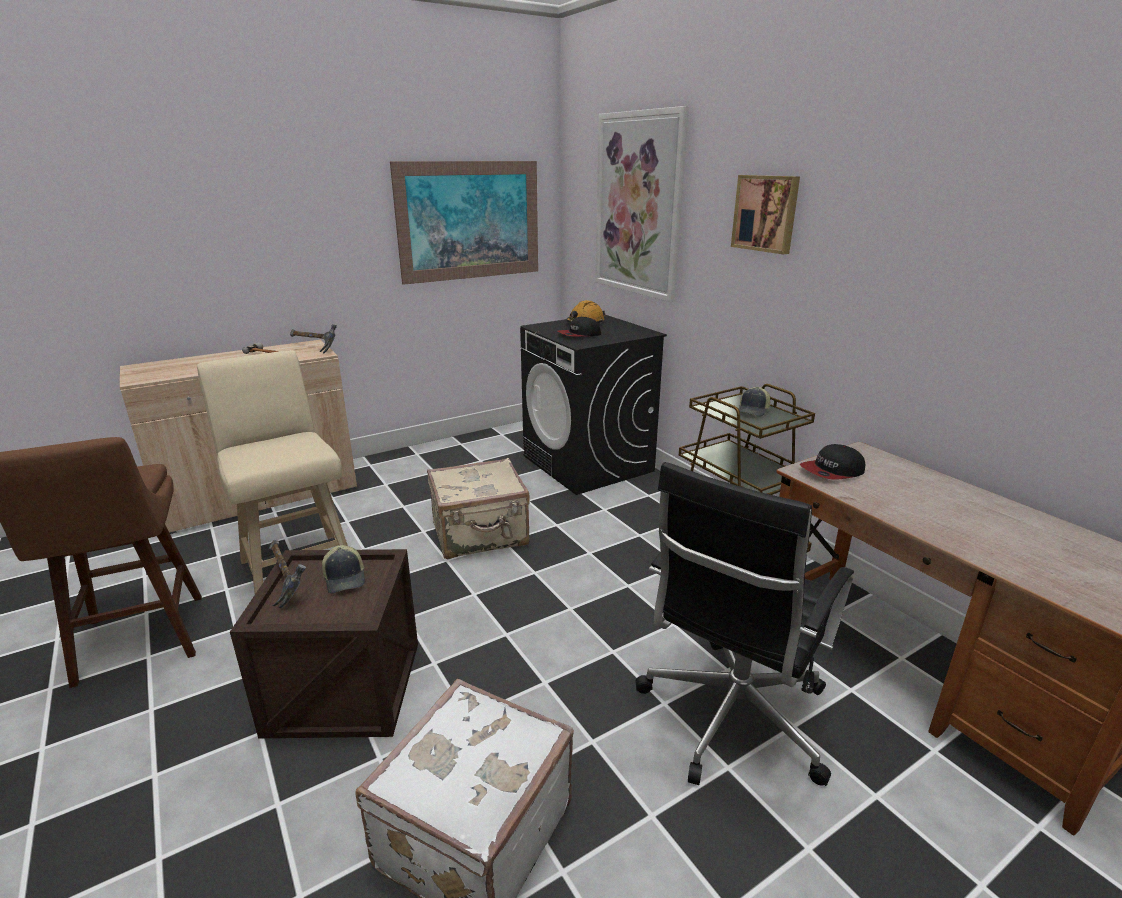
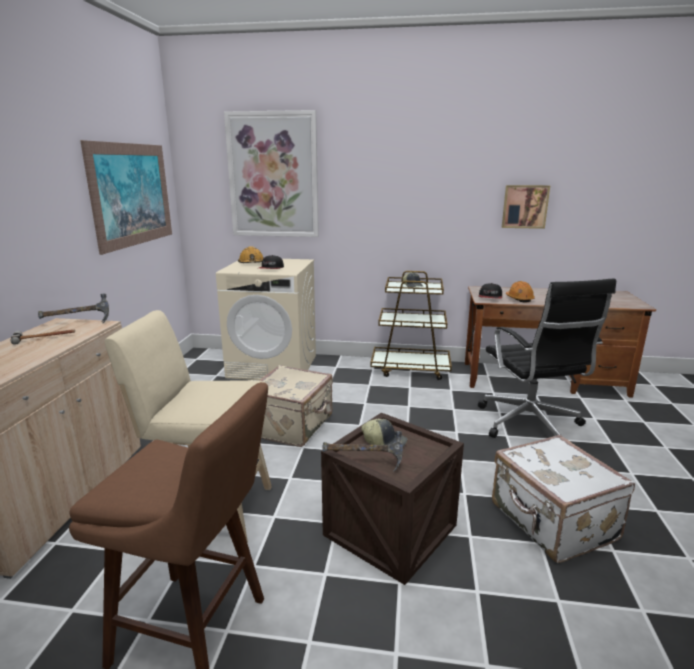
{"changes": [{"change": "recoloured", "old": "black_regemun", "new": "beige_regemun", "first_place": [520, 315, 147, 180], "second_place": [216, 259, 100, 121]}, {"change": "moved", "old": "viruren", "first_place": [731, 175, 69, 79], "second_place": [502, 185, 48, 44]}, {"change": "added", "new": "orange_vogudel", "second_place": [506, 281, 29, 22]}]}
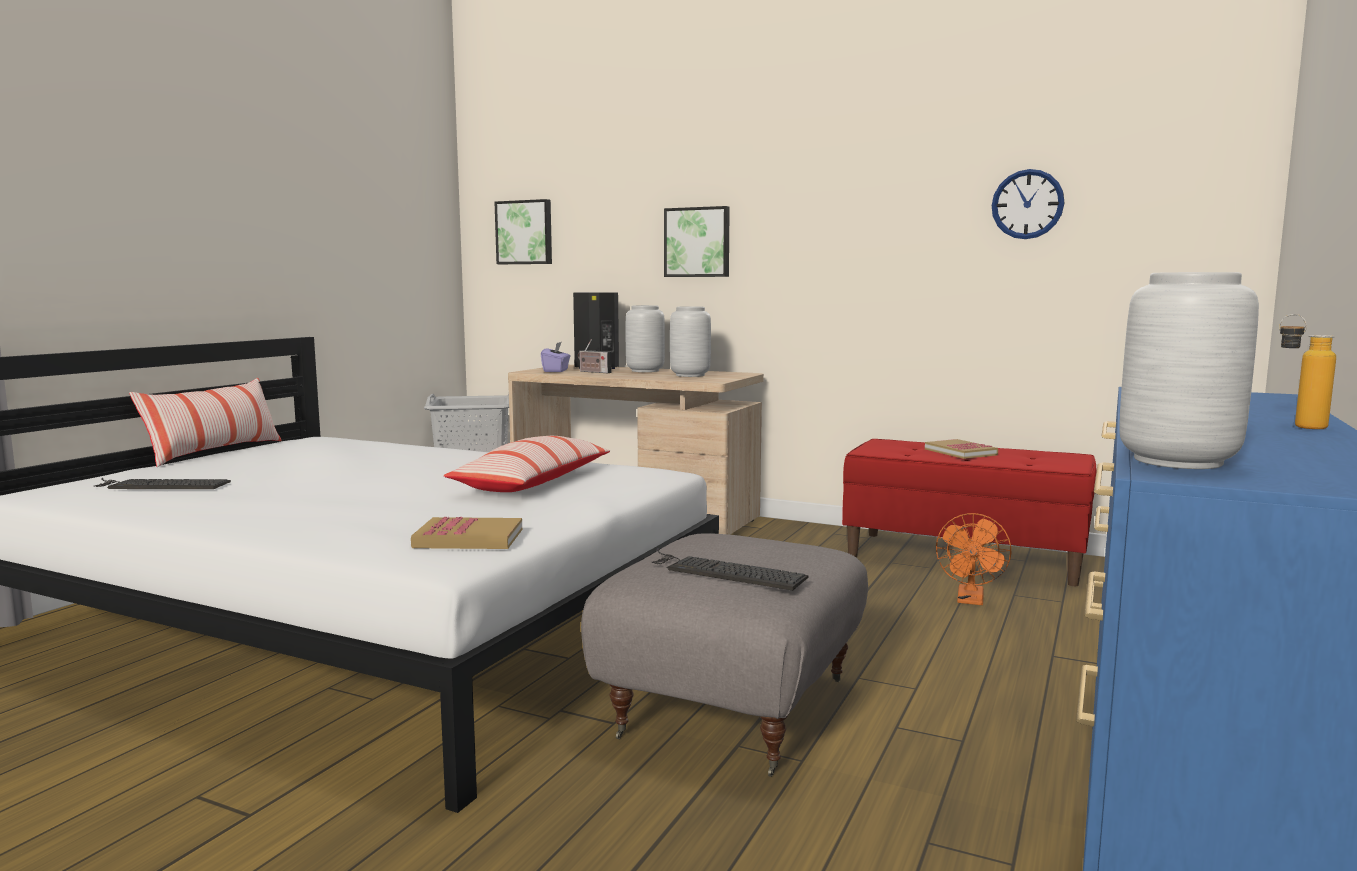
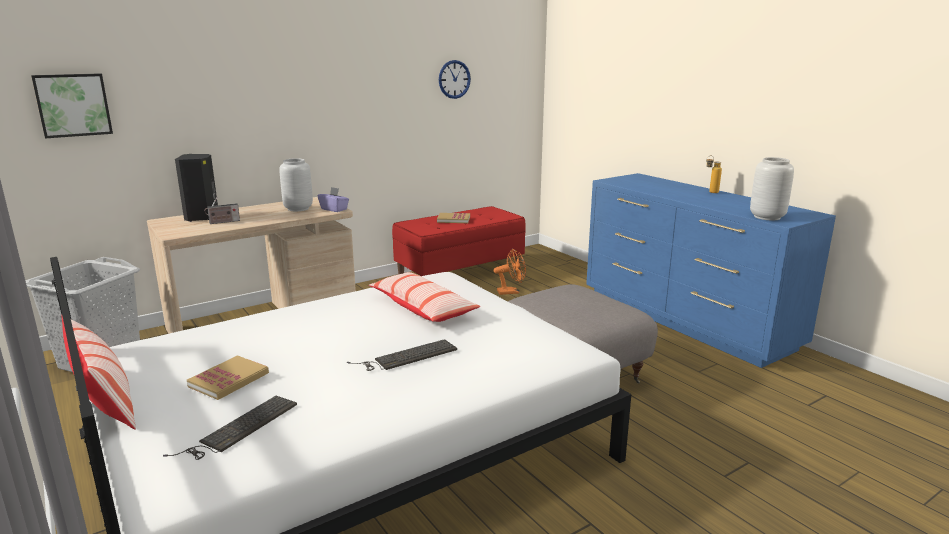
{"changes": [{"change": "moved", "old": "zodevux", "first_place": [411, 517, 111, 32], "second_place": [187, 355, 82, 45]}, {"change": "moved", "old": "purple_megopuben", "first_place": [541, 342, 29, 30], "second_place": [318, 187, 31, 25]}, {"change": "removed", "old": "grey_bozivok", "first_place": [626, 305, 39, 67]}, {"change": "moved", "old": "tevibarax", "first_place": [651, 548, 157, 43], "second_place": [347, 339, 110, 32]}, {"change": "removed", "old": "viruren", "first_place": [664, 206, 66, 71]}, {"change": "turned", "old": "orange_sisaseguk", "first_place": [936, 513, 76, 92], "second_place": [494, 249, 32, 46], "degrees": -60}]}
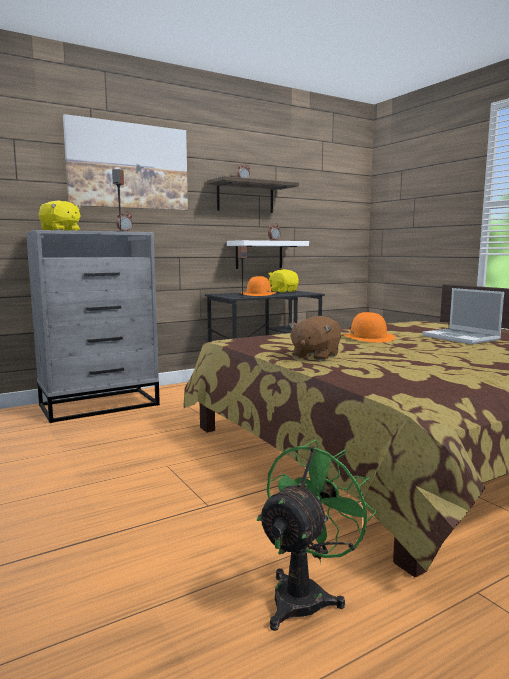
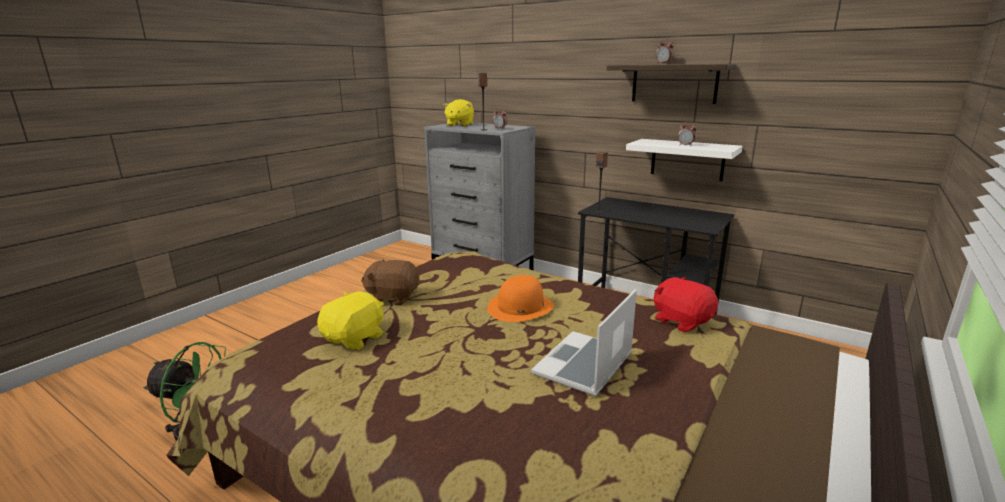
{"changes": [{"change": "removed", "old": "viruren", "first_place": [63, 114, 125, 97]}, {"change": "removed", "old": "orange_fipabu", "first_place": [241, 276, 36, 20]}, {"change": "moved", "old": "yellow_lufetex", "first_place": [268, 269, 31, 24], "second_place": [317, 291, 67, 59]}, {"change": "added", "new": "red_lufetex", "second_place": [653, 277, 65, 55]}]}
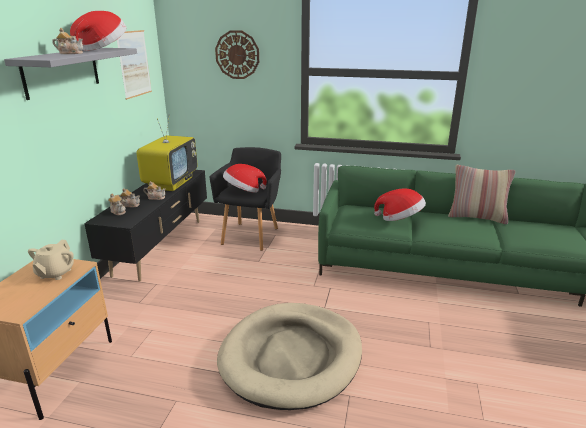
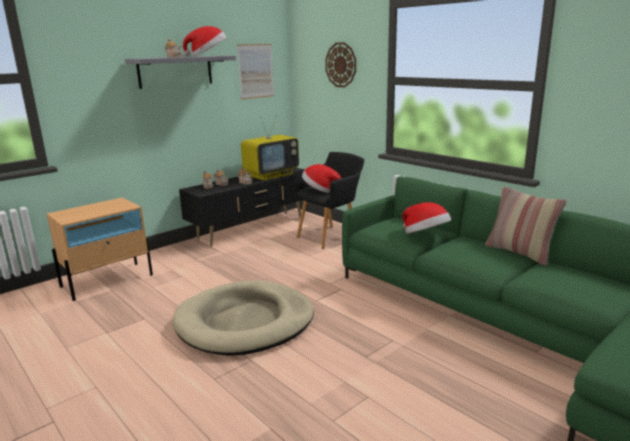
{"changes": [{"change": "removed", "old": "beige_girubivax", "first_place": [28, 240, 46, 40]}]}
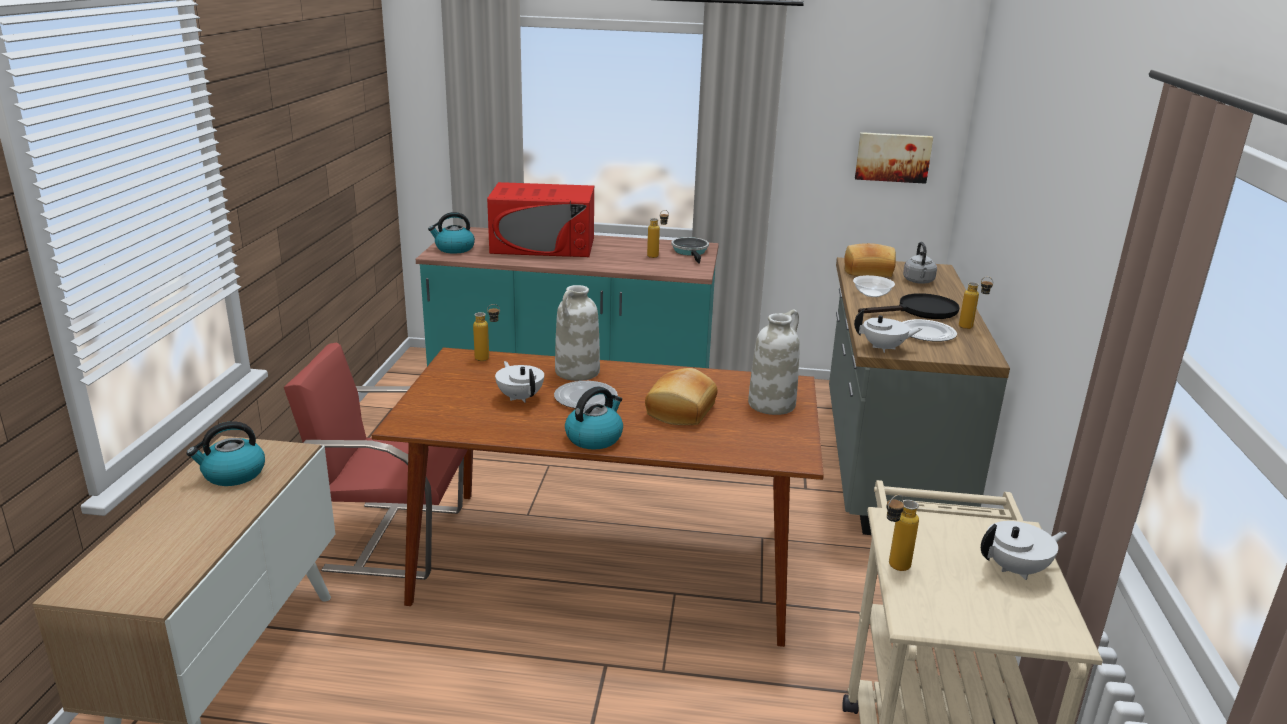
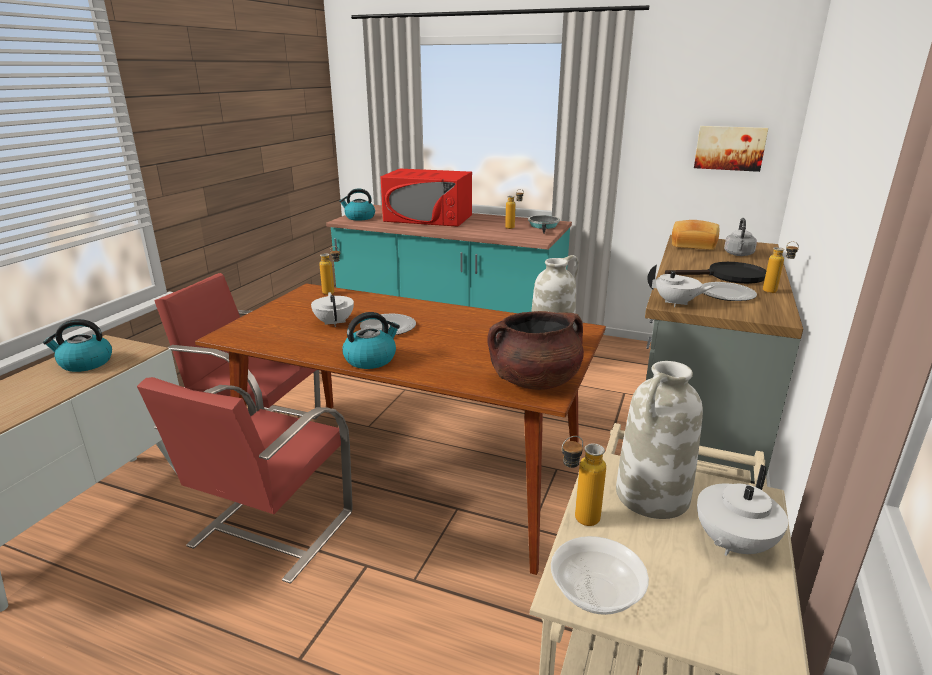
{"changes": [{"change": "moved", "old": "white_bozivok", "first_place": [555, 285, 45, 96], "second_place": [616, 361, 87, 158]}, {"change": "removed", "old": "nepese", "first_place": [645, 368, 73, 57]}, {"change": "moved", "old": "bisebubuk", "first_place": [853, 275, 42, 22], "second_place": [551, 536, 98, 79]}, {"change": "turned", "old": "white_girubivax", "first_place": [981, 521, 85, 59], "second_place": [697, 465, 91, 91], "degrees": 135}, {"change": "added", "new": "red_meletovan", "second_place": [137, 377, 216, 207]}, {"change": "added", "new": "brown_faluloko", "second_place": [487, 311, 97, 79]}]}
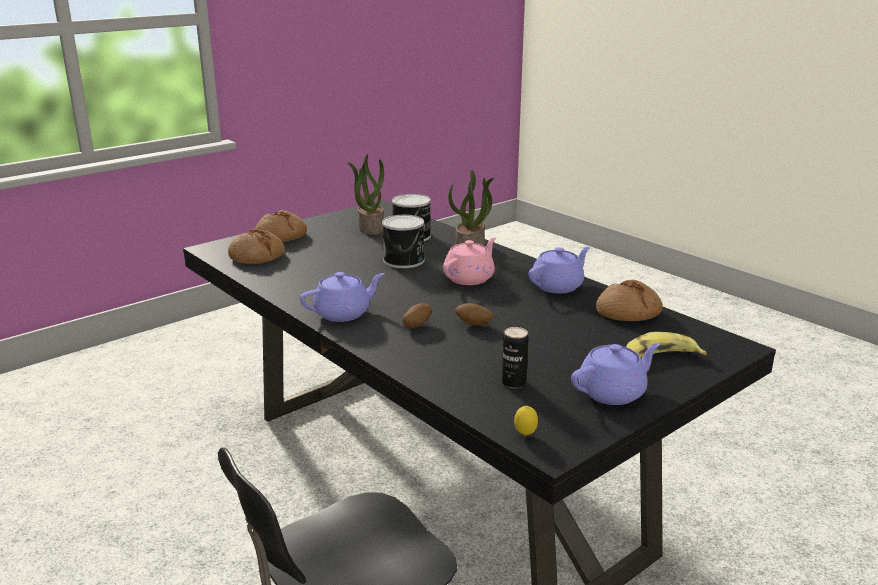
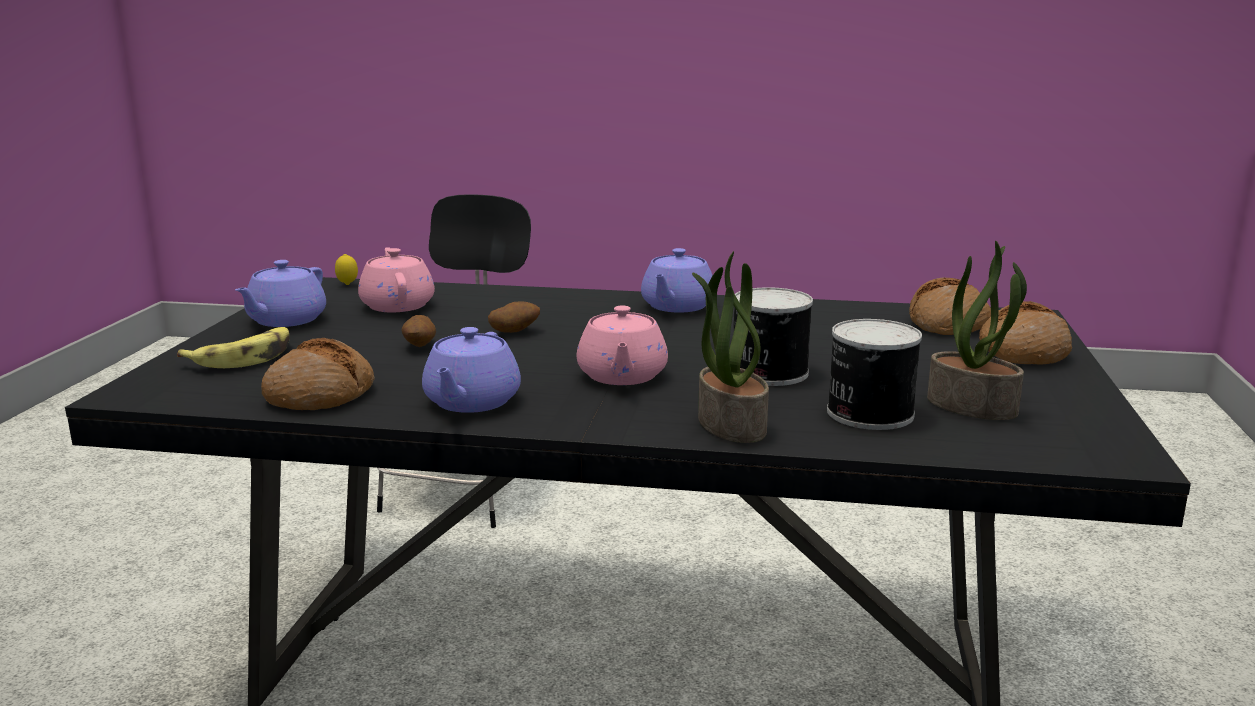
{"changes": [{"change": "moved", "old": "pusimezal", "first_place": [402, 303, 30, 25], "second_place": [402, 315, 34, 32]}, {"change": "replaced", "old": "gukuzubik", "new": "pink_girubivax", "first_place": [502, 327, 27, 61], "second_place": [358, 247, 77, 65]}]}
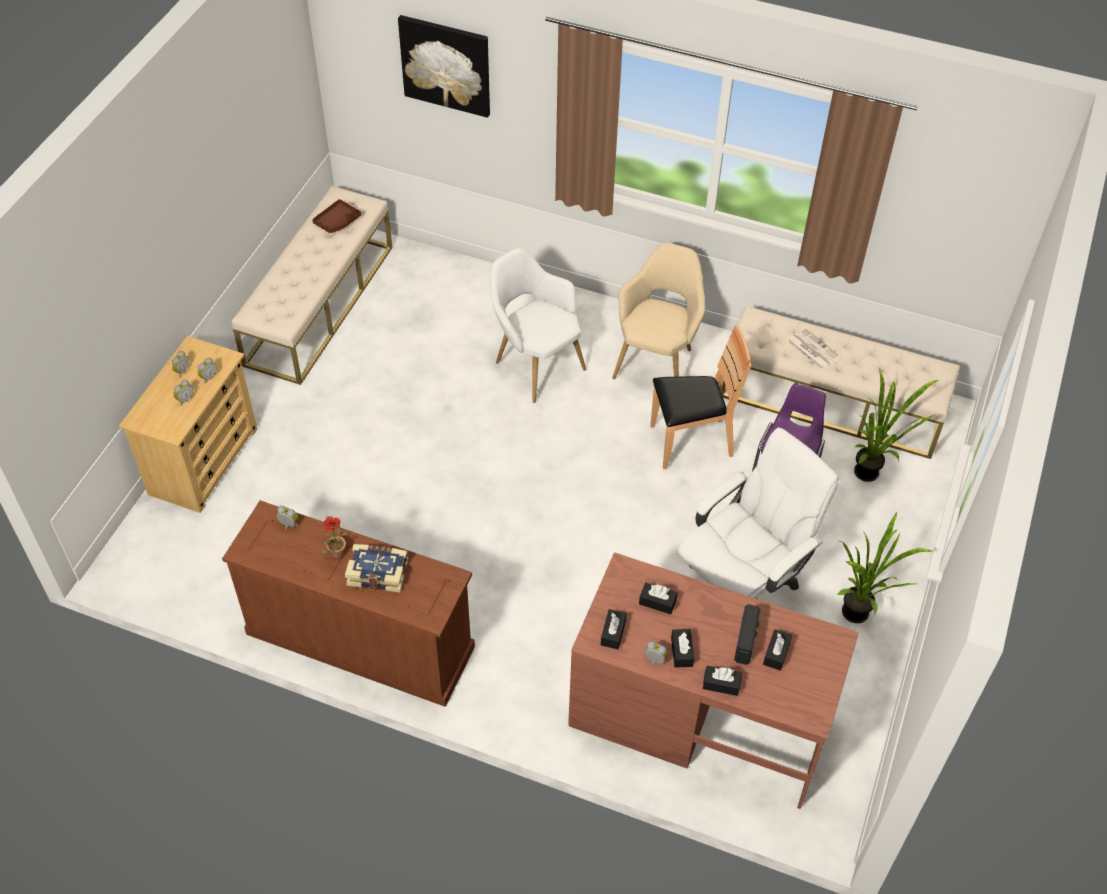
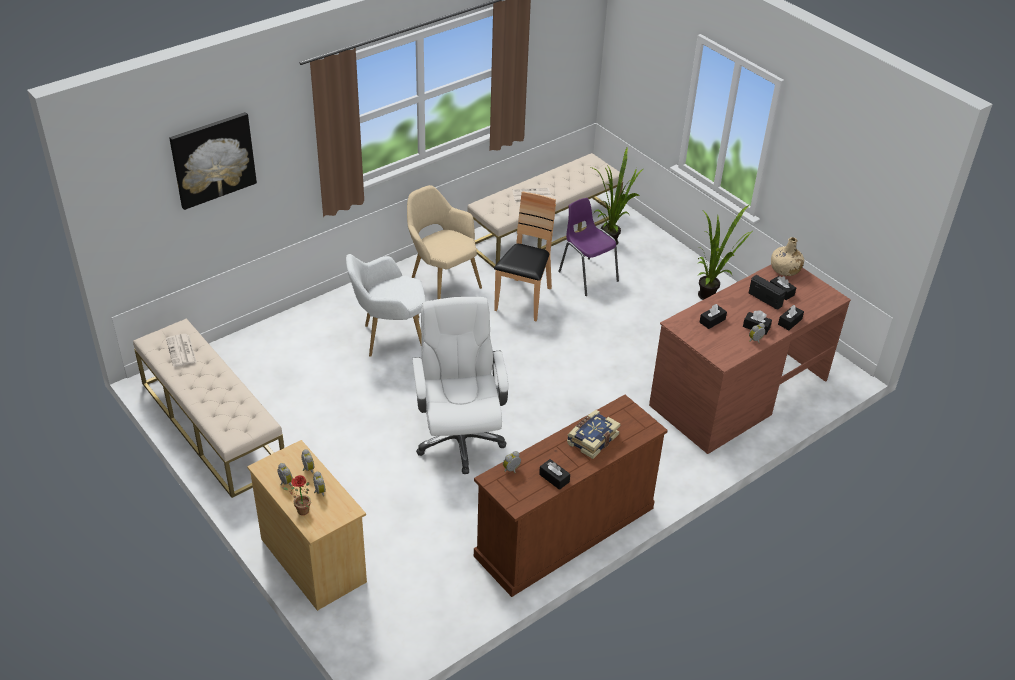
{"changes": [{"change": "replaced", "old": "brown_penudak", "new": "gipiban", "first_place": [312, 199, 49, 34], "second_place": [166, 334, 30, 33]}, {"change": "moved", "old": "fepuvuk", "first_place": [322, 516, 24, 43], "second_place": [282, 475, 29, 40]}, {"change": "moved", "old": "black_megopuben", "first_place": [601, 609, 26, 40], "second_place": [539, 459, 31, 31]}, {"change": "moved", "old": "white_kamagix", "first_place": [678, 427, 161, 172], "second_place": [412, 297, 97, 177]}, {"change": "added", "new": "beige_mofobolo", "second_place": [771, 237, 33, 39]}]}
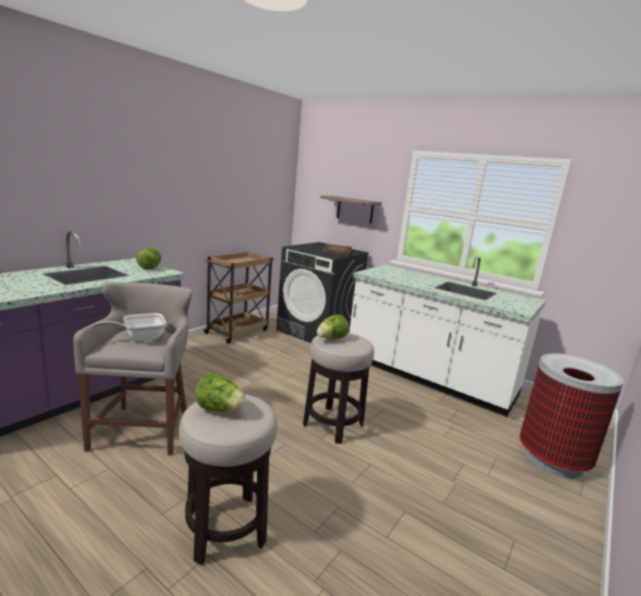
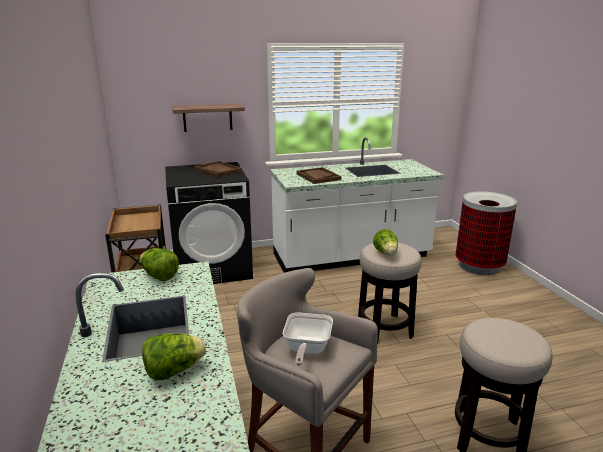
{"changes": [{"change": "moved", "old": "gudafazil", "first_place": [195, 372, 52, 40], "second_place": [142, 333, 64, 47]}, {"change": "added", "new": "brown_penudak", "second_place": [296, 167, 46, 17]}]}
